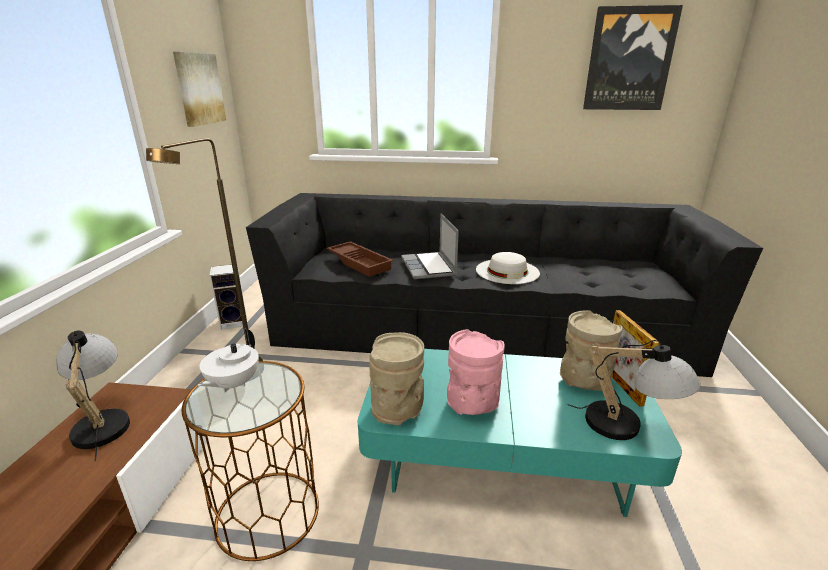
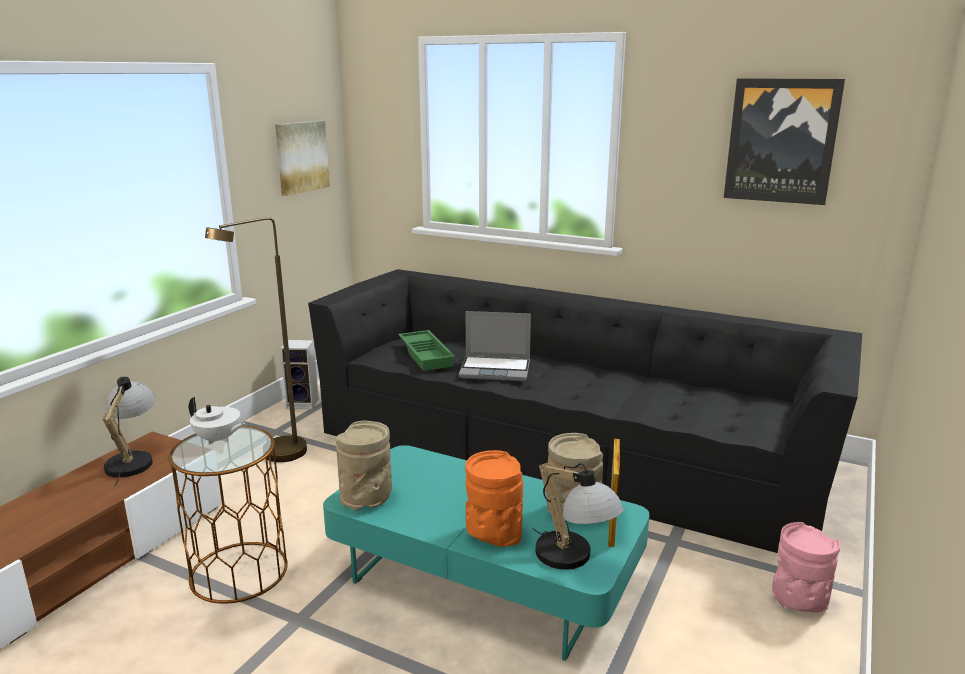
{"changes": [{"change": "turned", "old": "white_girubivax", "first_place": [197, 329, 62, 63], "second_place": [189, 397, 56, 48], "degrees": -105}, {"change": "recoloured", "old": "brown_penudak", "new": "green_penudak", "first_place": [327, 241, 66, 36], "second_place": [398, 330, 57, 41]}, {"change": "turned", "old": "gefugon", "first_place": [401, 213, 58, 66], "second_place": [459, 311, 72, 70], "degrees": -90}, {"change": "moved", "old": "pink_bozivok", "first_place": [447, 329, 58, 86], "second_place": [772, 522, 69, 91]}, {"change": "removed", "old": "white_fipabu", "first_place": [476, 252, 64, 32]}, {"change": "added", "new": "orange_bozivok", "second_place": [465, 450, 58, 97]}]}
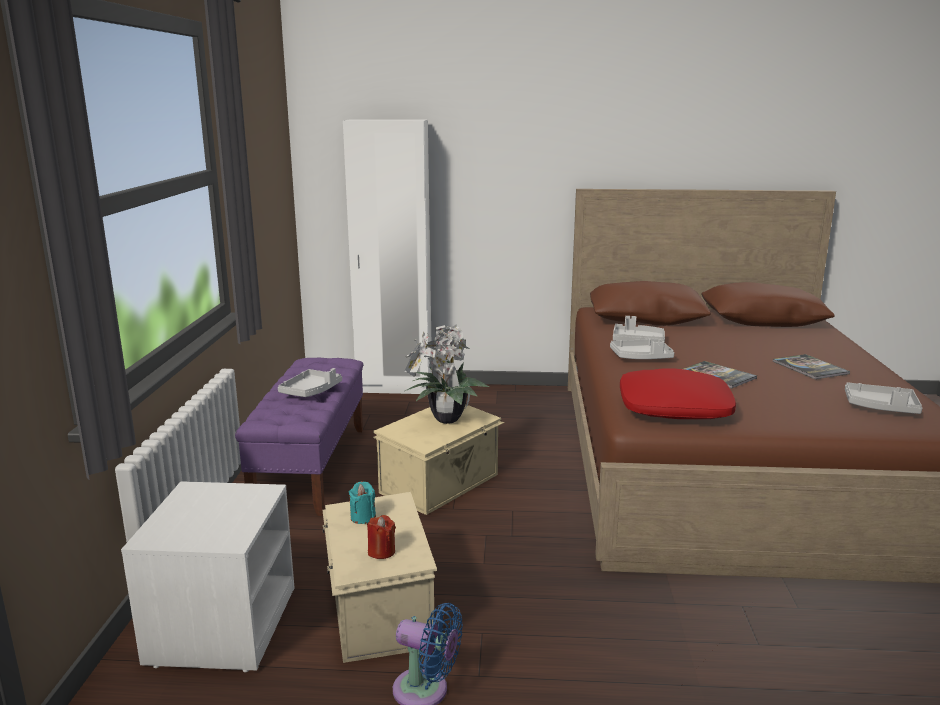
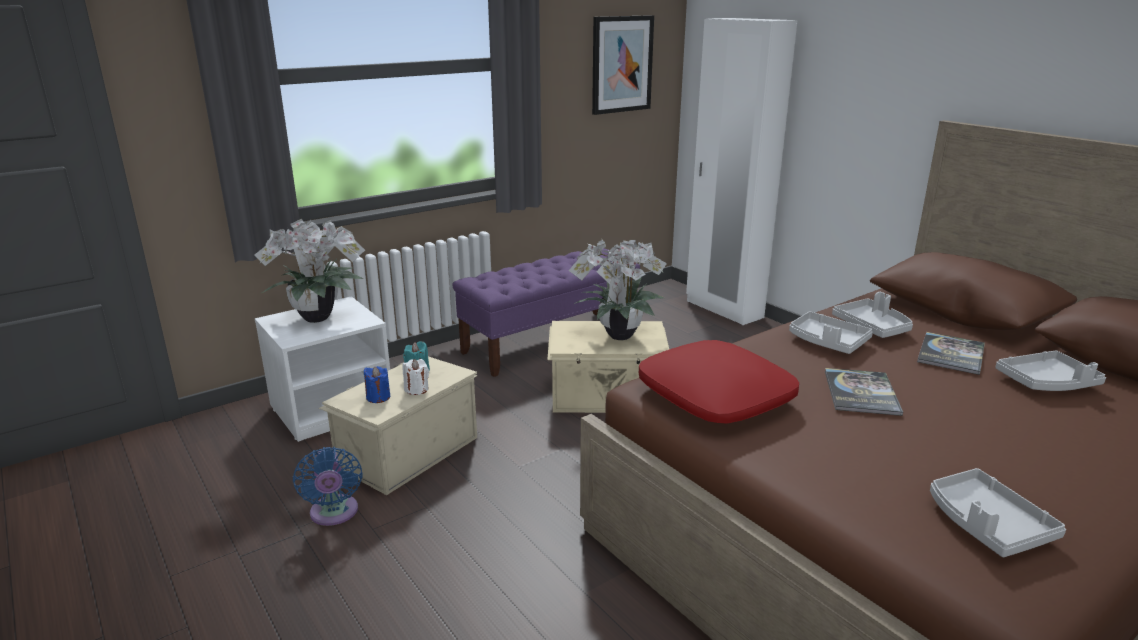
{"changes": [{"change": "moved", "old": "grey_penudak", "first_place": [278, 368, 64, 29], "second_place": [995, 351, 111, 40]}, {"change": "recoloured", "old": "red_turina", "new": "blue_turina", "first_place": [367, 515, 29, 44], "second_place": [364, 366, 26, 37]}, {"change": "moved", "old": "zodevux", "first_place": [772, 354, 78, 25], "second_place": [917, 332, 68, 43]}, {"change": "added", "new": "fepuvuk", "second_place": [254, 219, 111, 104]}, {"change": "added", "new": "white_turina", "second_place": [402, 359, 27, 36]}, {"change": "added", "new": "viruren", "second_place": [592, 15, 62, 100]}]}
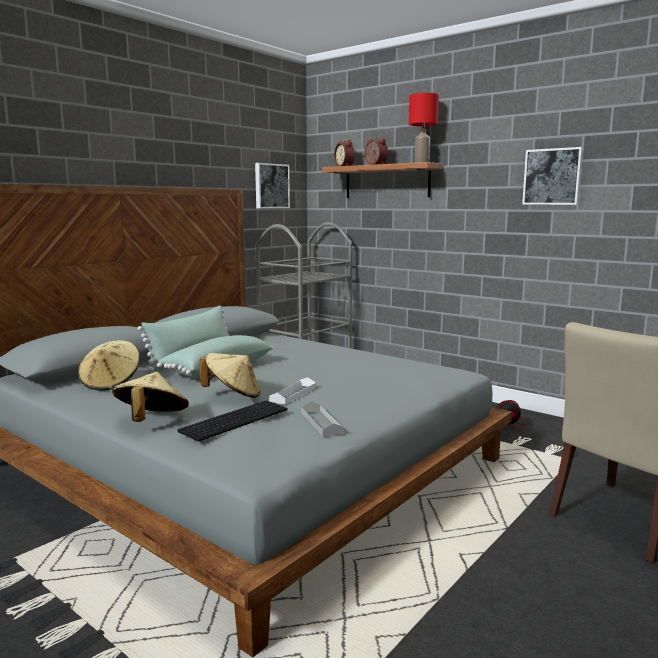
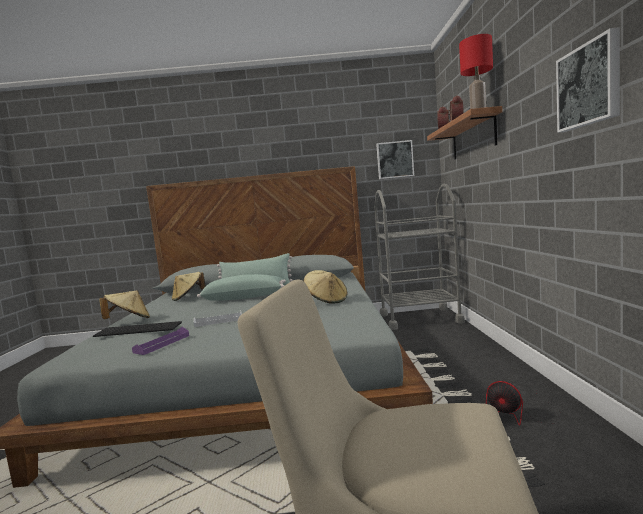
{"changes": [{"change": "moved", "old": "beige_fipabu", "first_place": [200, 353, 60, 45], "second_place": [304, 270, 43, 33]}, {"change": "recoloured", "old": "grey_penudak", "new": "purple_penudak", "first_place": [301, 401, 42, 36], "second_place": [132, 327, 57, 28]}]}
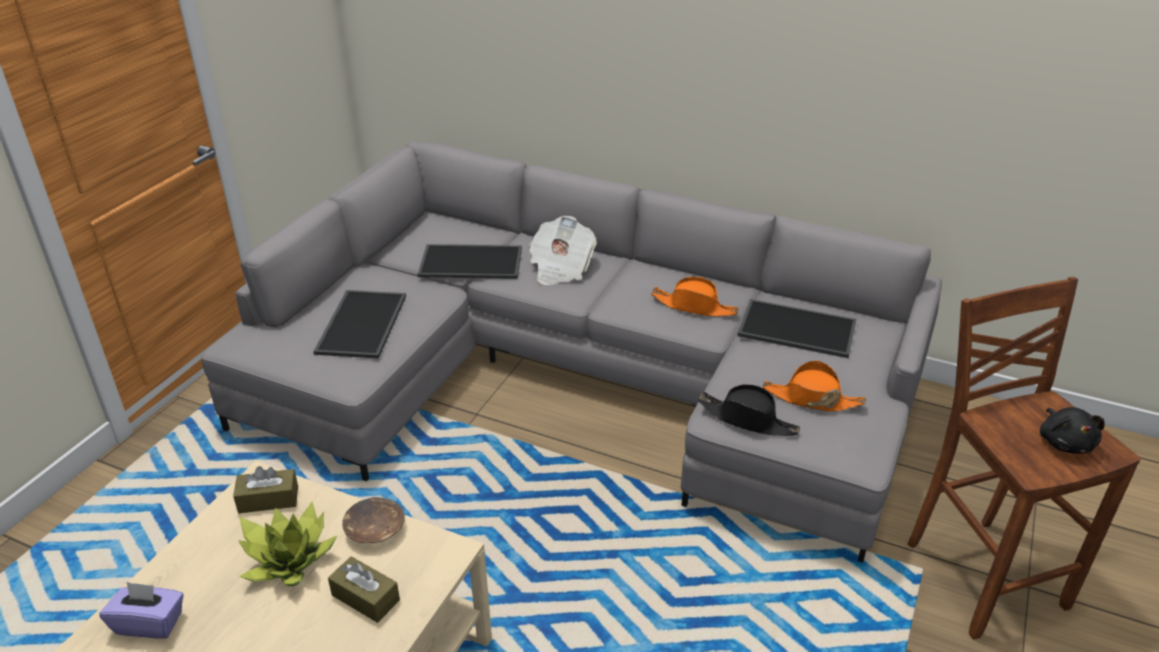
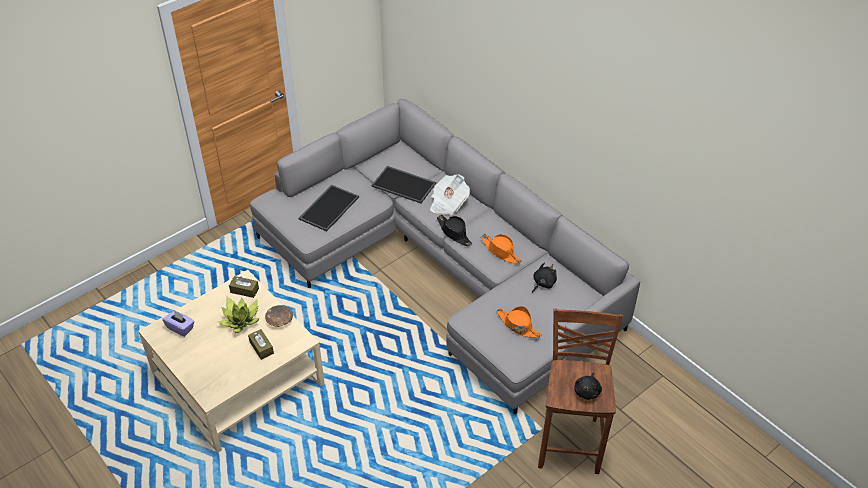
{"changes": [{"change": "moved", "old": "black_fipabu", "first_place": [698, 384, 102, 52], "second_place": [437, 214, 35, 32]}, {"change": "replaced", "old": "penudak", "new": "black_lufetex", "first_place": [737, 299, 119, 59], "second_place": [532, 262, 25, 31]}]}
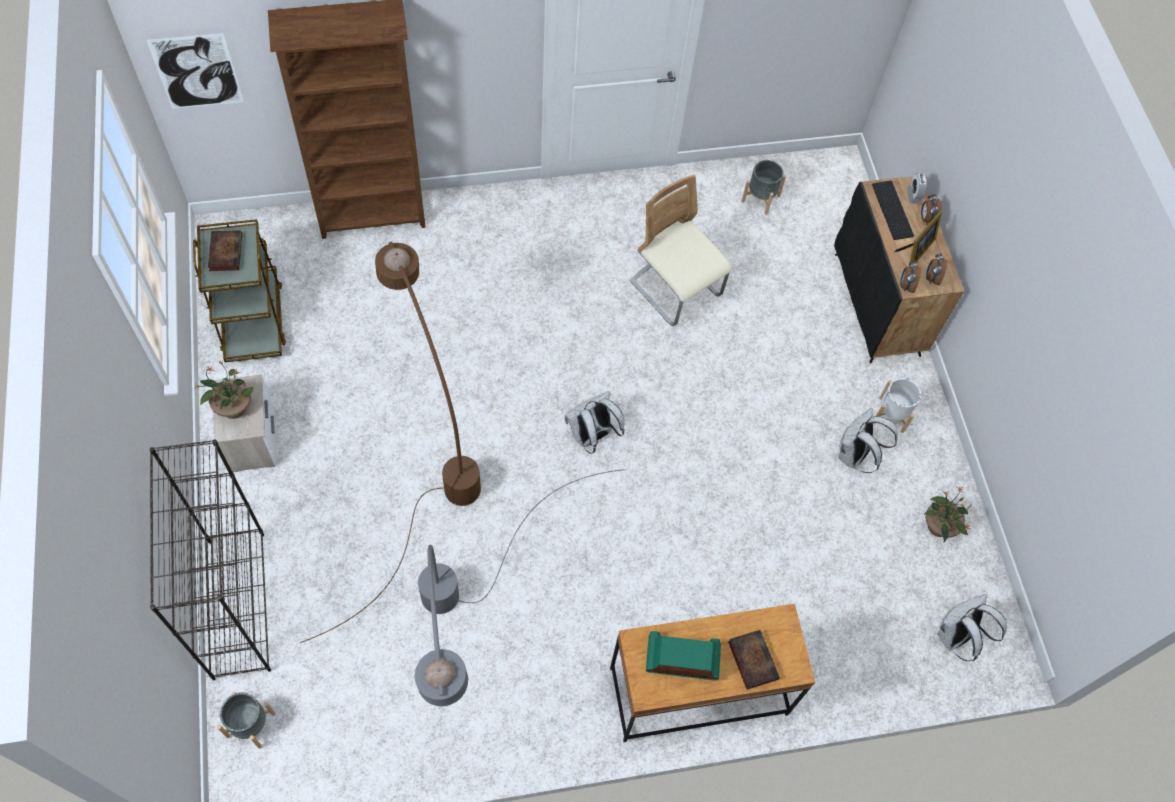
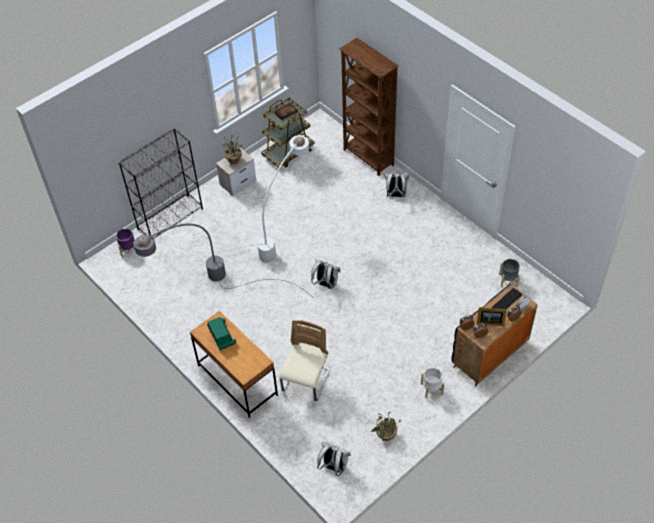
{"changes": [{"change": "removed", "old": "viruren", "first_place": [146, 33, 98, 76]}, {"change": "recoloured", "old": "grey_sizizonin", "new": "purple_sizizonin", "first_place": [217, 692, 59, 56], "second_place": [116, 229, 21, 28]}, {"change": "recoloured", "old": "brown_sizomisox", "new": "white_sizomisox", "first_place": [300, 242, 181, 401], "second_place": [166, 135, 143, 128]}, {"change": "moved", "old": "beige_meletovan", "first_place": [630, 175, 101, 151], "second_place": [279, 320, 51, 81]}, {"change": "removed", "old": "zodevux", "first_place": [728, 630, 52, 60]}, {"change": "moved", "old": "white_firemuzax", "first_place": [839, 407, 59, 66], "second_place": [384, 172, 25, 25]}]}
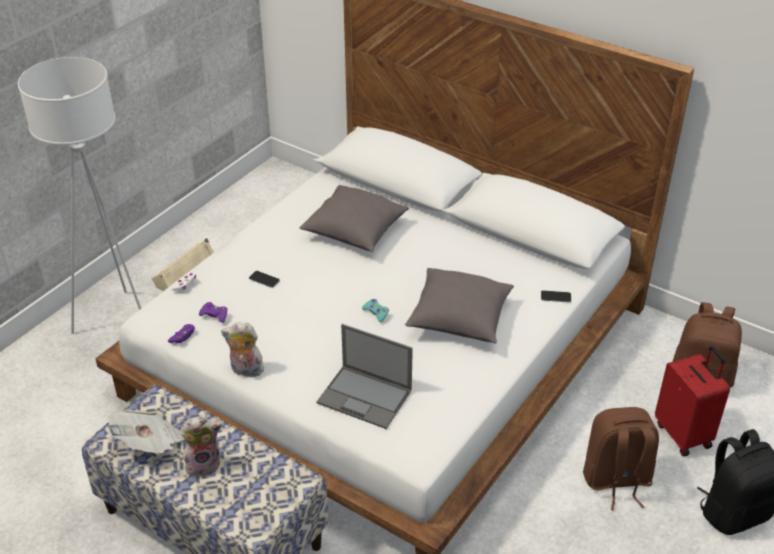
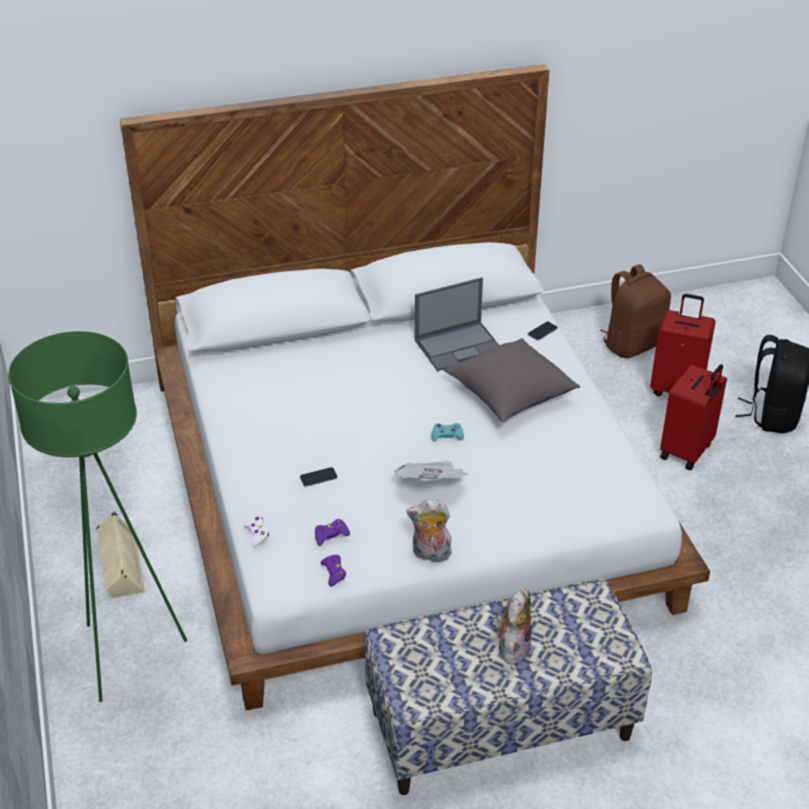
{"changes": [{"change": "recoloured", "old": "white_sizomisox", "new": "green_sizomisox", "first_place": [18, 57, 123, 277], "second_place": [8, 331, 179, 371]}, {"change": "moved", "old": "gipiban", "first_place": [105, 409, 80, 45], "second_place": [394, 461, 74, 20]}, {"change": "turned", "old": "lufetex", "first_place": [221, 322, 43, 55], "second_place": [406, 500, 48, 65], "degrees": 45}, {"change": "removed", "old": "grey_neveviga", "first_place": [299, 185, 110, 67]}, {"change": "moved", "old": "gefugon", "first_place": [317, 324, 96, 105], "second_place": [415, 277, 84, 94]}, {"change": "replaced", "old": "brown_firemuzax", "new": "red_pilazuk", "first_place": [583, 407, 76, 104], "second_place": [660, 364, 67, 106]}]}
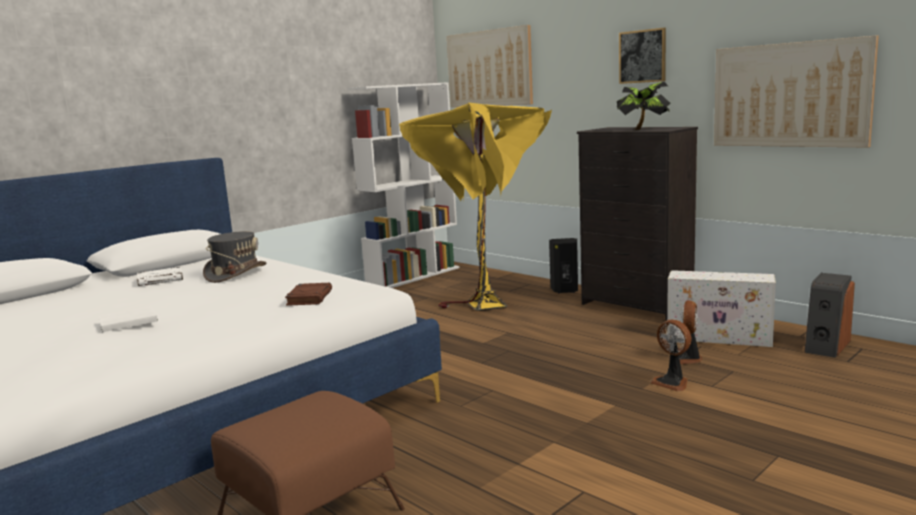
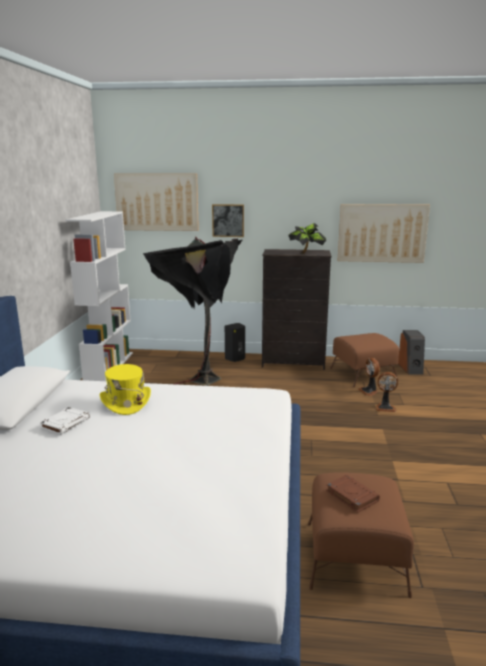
{"changes": [{"change": "removed", "old": "white_zodevux", "first_place": [98, 307, 60, 25]}, {"change": "recoloured", "old": "grey_fipabu", "new": "yellow_fipabu", "first_place": [203, 231, 64, 52], "second_place": [100, 364, 51, 51]}, {"change": "moved", "old": "brown_zodevux", "first_place": [285, 283, 47, 23], "second_place": [326, 475, 54, 38]}, {"change": "recoloured", "old": "yellow_sizomisox", "new": "black_sizomisox", "first_place": [399, 102, 153, 209], "second_place": [143, 236, 99, 150]}, {"change": "moved", "old": "viruren", "first_place": [619, 28, 47, 56], "second_place": [212, 204, 32, 33]}, {"change": "replaced", "old": "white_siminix", "new": "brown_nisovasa", "first_place": [667, 270, 109, 77], "second_place": [330, 333, 69, 54]}]}
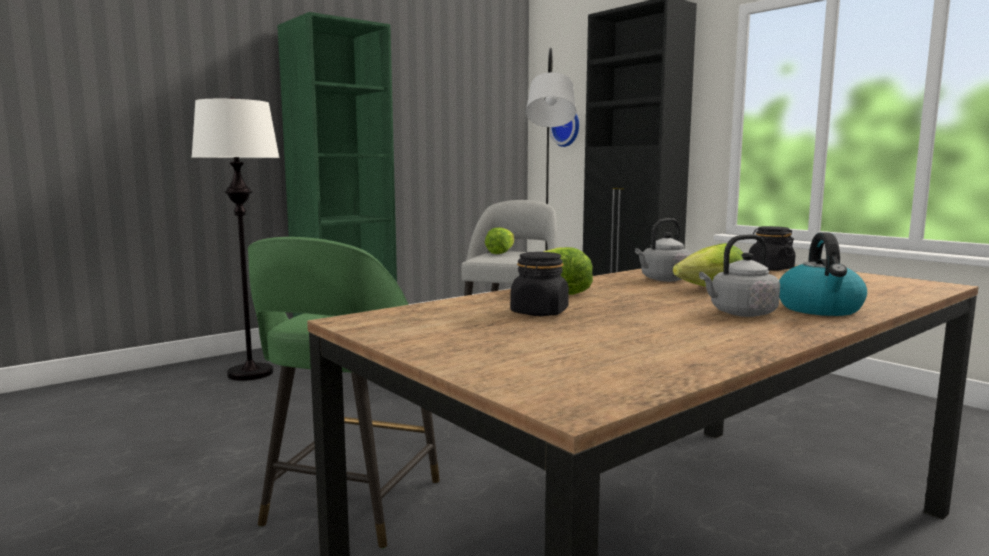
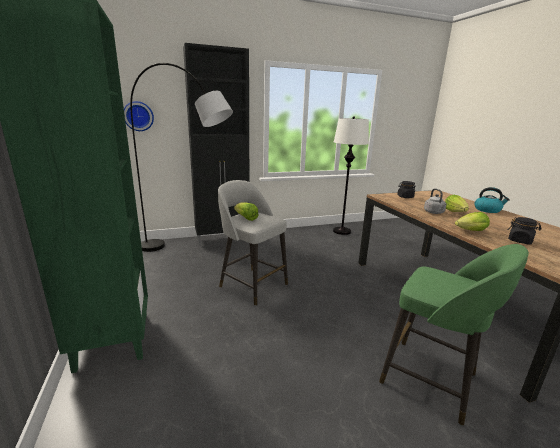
{"changes": [{"change": "moved", "old": "white_sizomisox", "first_place": [191, 97, 89, 284], "second_place": [333, 116, 36, 119]}, {"change": "removed", "old": "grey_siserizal", "first_place": [699, 234, 81, 83]}]}
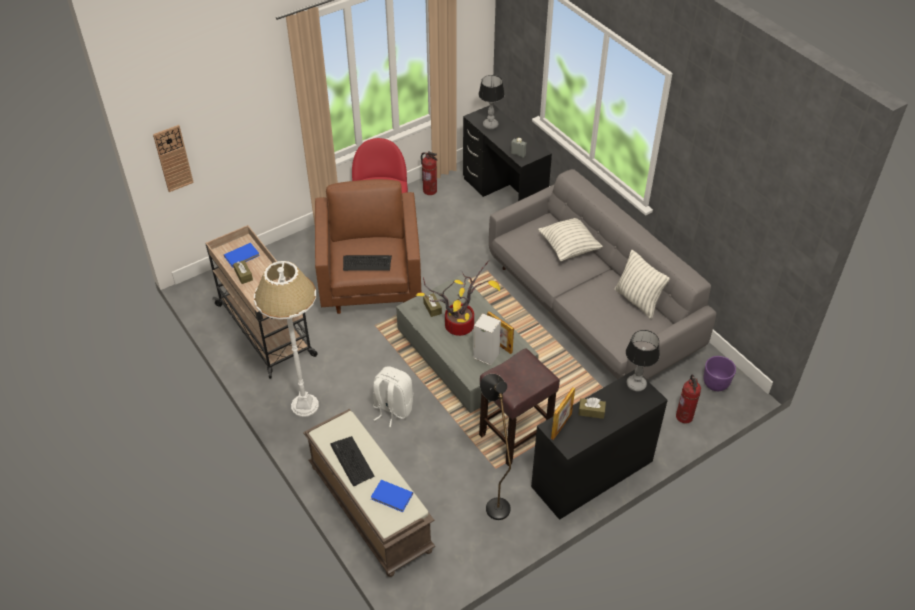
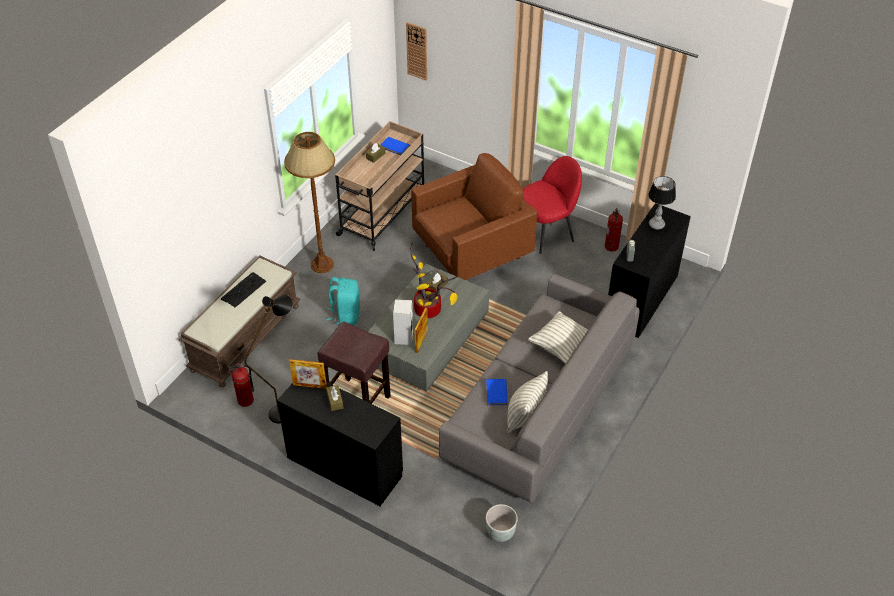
{"changes": [{"change": "recoloured", "old": "white_sizomisox", "new": "brown_sizomisox", "first_place": [254, 261, 65, 156], "second_place": [284, 132, 51, 141]}, {"change": "removed", "old": "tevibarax", "first_place": [343, 255, 49, 16]}, {"change": "moved", "old": "blue_zodevux", "first_place": [371, 480, 42, 32], "second_place": [486, 379, 22, 26]}, {"change": "recoloured", "old": "white_firemuzax", "new": "turquoise_firemuzax", "first_place": [373, 366, 40, 61], "second_place": [326, 277, 34, 48]}, {"change": "removed", "old": "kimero", "first_place": [626, 330, 34, 61]}, {"change": "moved", "old": "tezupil", "first_place": [676, 374, 25, 50], "second_place": [228, 363, 26, 44]}, {"change": "recoloured", "old": "purple_sizizonin", "new": "grey_sizizonin", "first_place": [703, 356, 33, 35], "second_place": [486, 504, 32, 38]}]}
